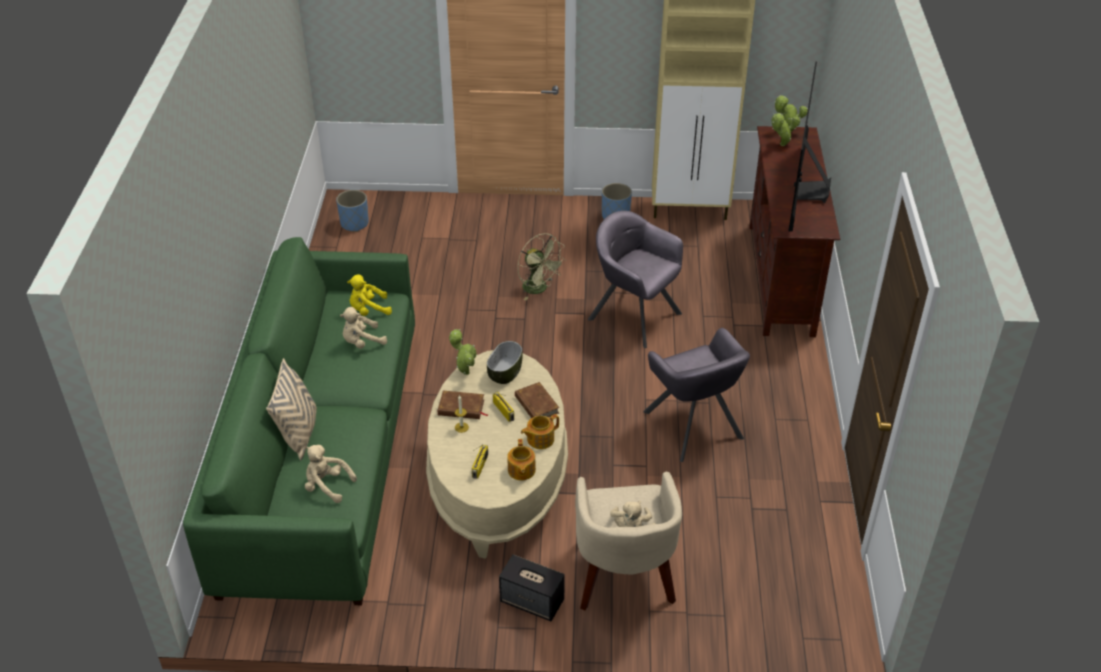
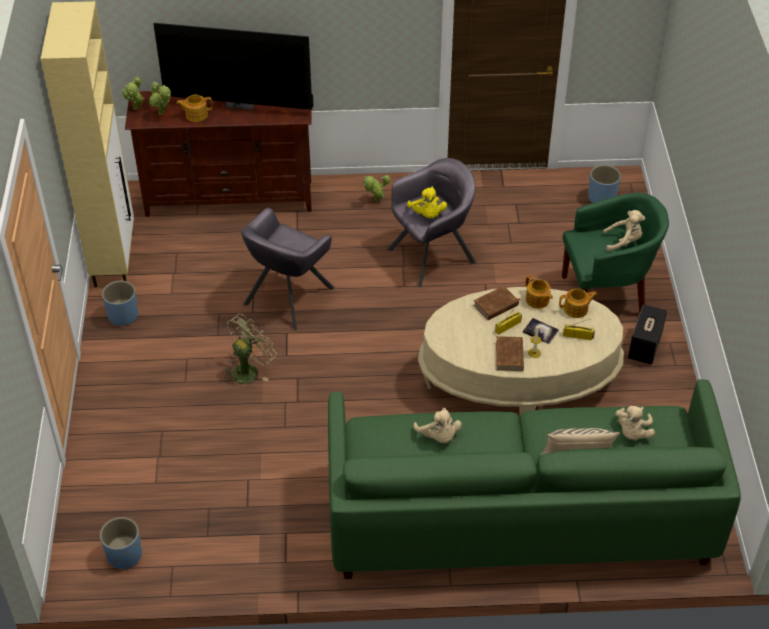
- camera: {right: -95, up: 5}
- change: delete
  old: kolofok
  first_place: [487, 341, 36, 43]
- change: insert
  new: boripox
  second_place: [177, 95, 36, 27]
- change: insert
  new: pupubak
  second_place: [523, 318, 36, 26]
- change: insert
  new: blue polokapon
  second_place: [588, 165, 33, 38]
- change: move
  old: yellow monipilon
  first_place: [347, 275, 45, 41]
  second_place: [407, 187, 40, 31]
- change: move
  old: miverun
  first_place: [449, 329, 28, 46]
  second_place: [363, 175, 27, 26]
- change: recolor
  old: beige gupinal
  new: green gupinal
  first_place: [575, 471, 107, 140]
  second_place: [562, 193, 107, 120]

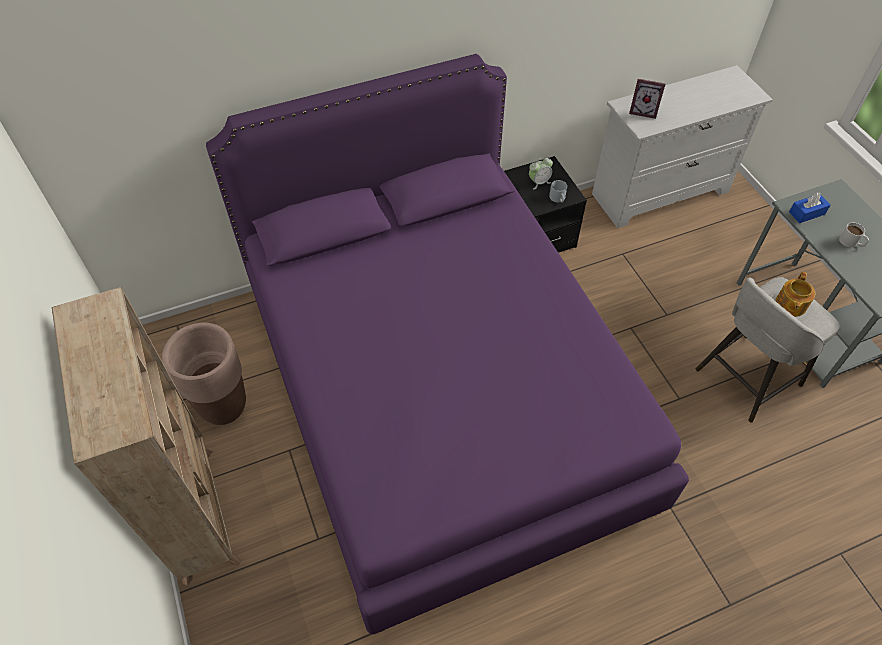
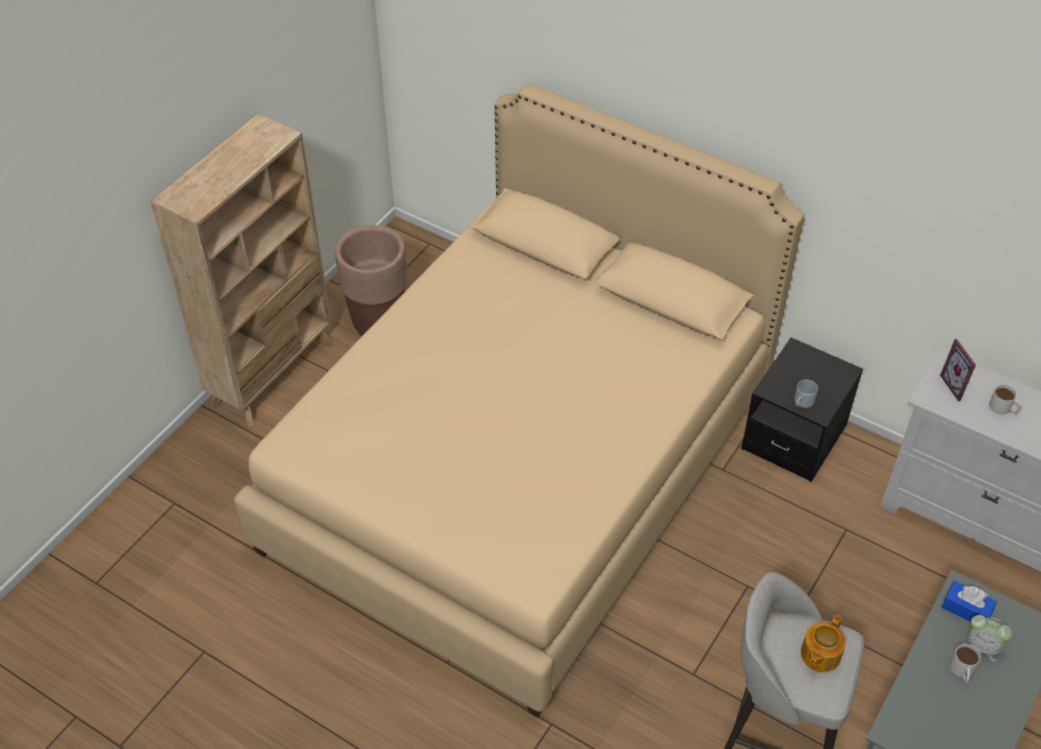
- camera: {right: 55, up: -5}
- change: insert
  new: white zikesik
  second_place: [989, 385, 33, 30]
- change: move
  old: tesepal
  first_place: [529, 157, 24, 33]
  second_place: [968, 615, 44, 47]
- change: recolor
  old: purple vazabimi
  new: beige vazabimi
  first_place: [206, 54, 483, 580]
  second_place: [234, 84, 571, 634]
- change: rotate
  old: boripox
  first_place: [776, 272, 39, 45]
  second_place: [801, 614, 45, 58]
  degrees: -45

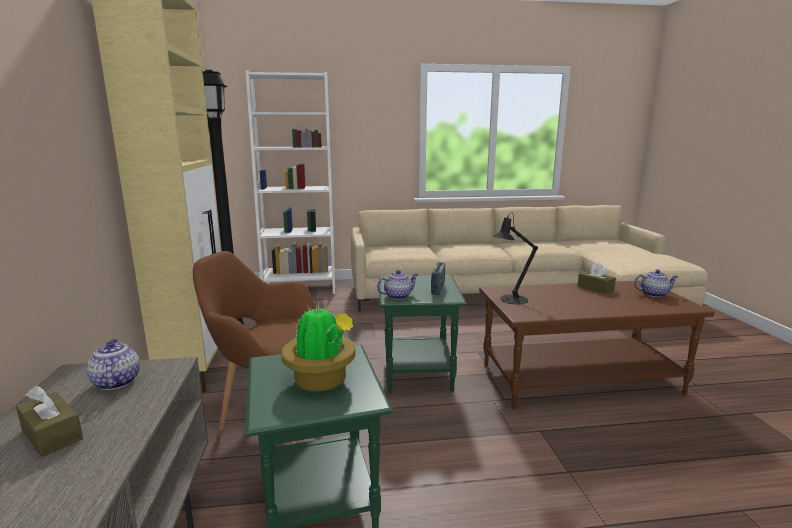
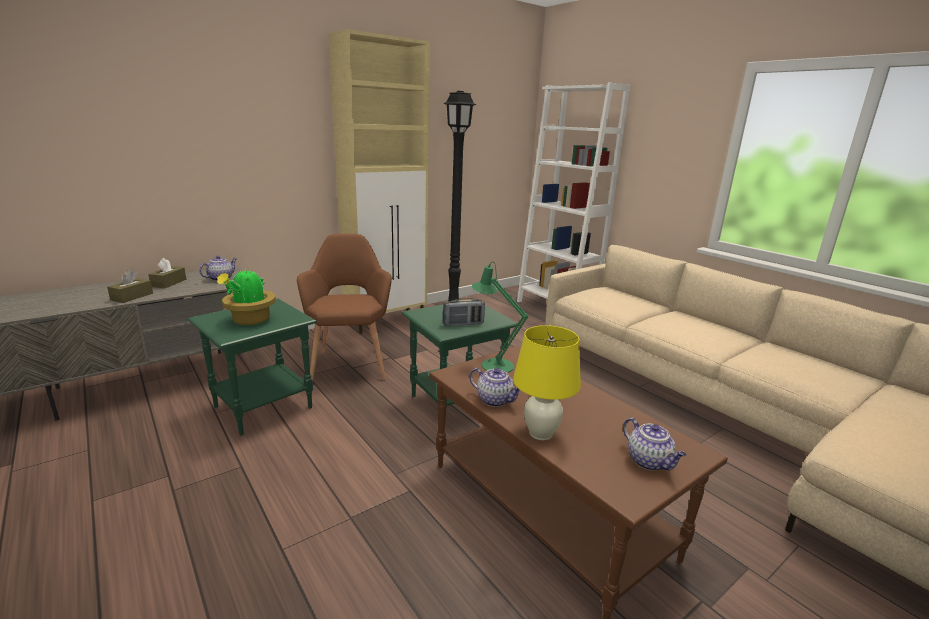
- camera: {right: 60, up: 5}
- change: insert
  new: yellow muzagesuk
  second_place: [513, 325, 68, 115]
- change: move
  old: boripox
  first_place: [377, 270, 41, 30]
  second_place: [469, 368, 51, 39]
- change: move
  old: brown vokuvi
  first_place: [577, 263, 39, 31]
  second_place: [107, 270, 46, 33]
- change: recolor
  old: black muzagesuk
  new: green muzagesuk
  first_place: [493, 212, 45, 93]
  second_place: [472, 262, 56, 111]

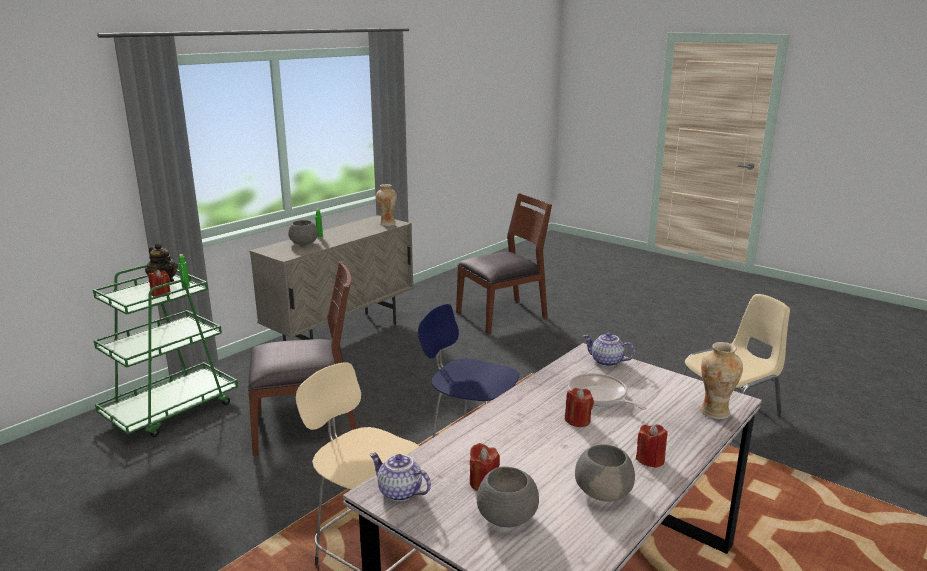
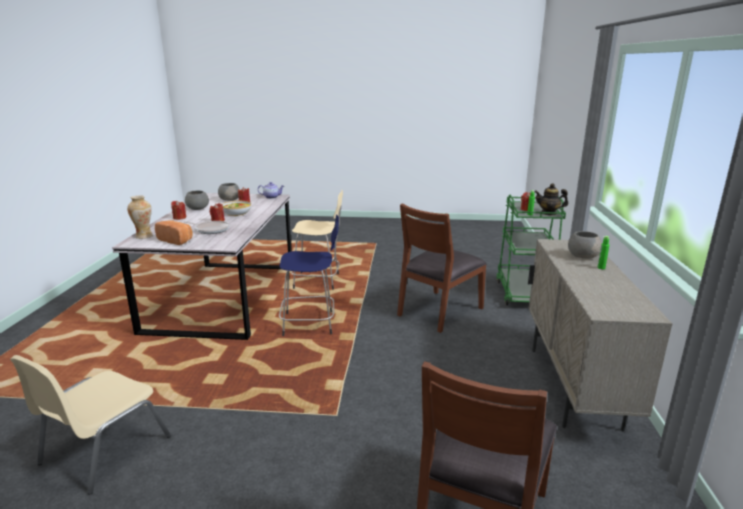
- camera: {right: 145, up: 0}
- change: delete
  old: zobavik
  first_place: [376, 184, 21, 42]
- change: delete
  old: boripox
  first_place: [583, 332, 52, 35]
- change: insert
  new: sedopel
  second_place: [155, 220, 37, 25]
- change: insert
  new: kolofok
  second_place: [222, 201, 29, 15]

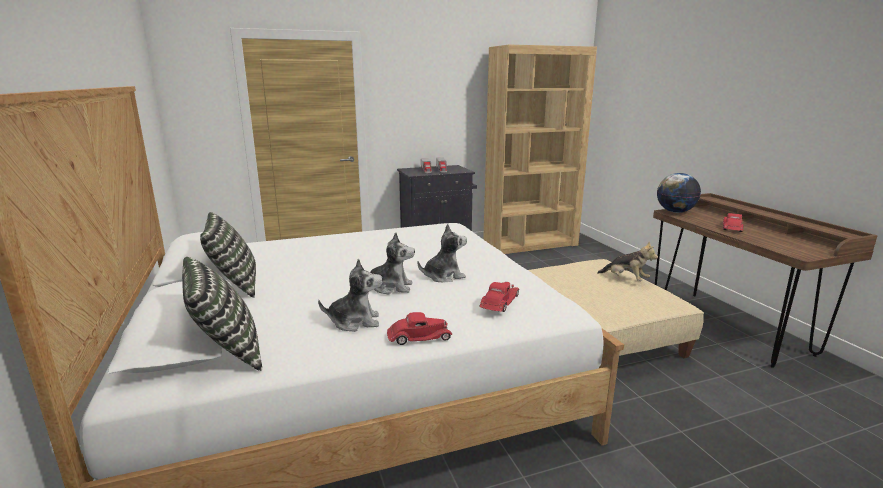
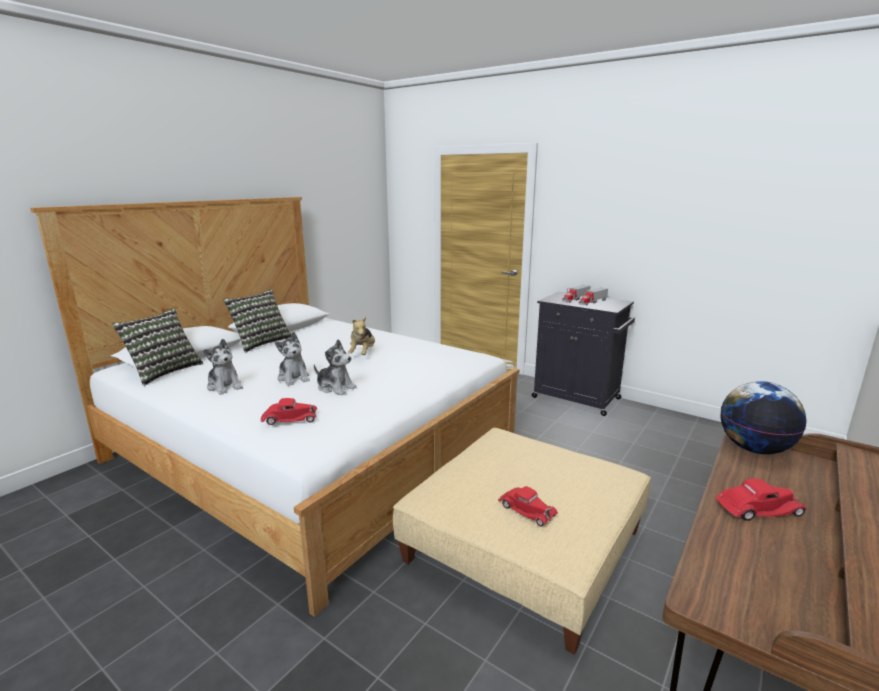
- camera: {right: 55, up: 0}
- change: delete
  old: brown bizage
  first_place: [483, 45, 114, 209]
- change: move
  old: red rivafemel
  first_place: [387, 312, 65, 33]
  second_place: [498, 486, 60, 41]
- change: move
  old: monipilon
  first_place: [597, 241, 61, 40]
  second_place: [348, 317, 27, 38]

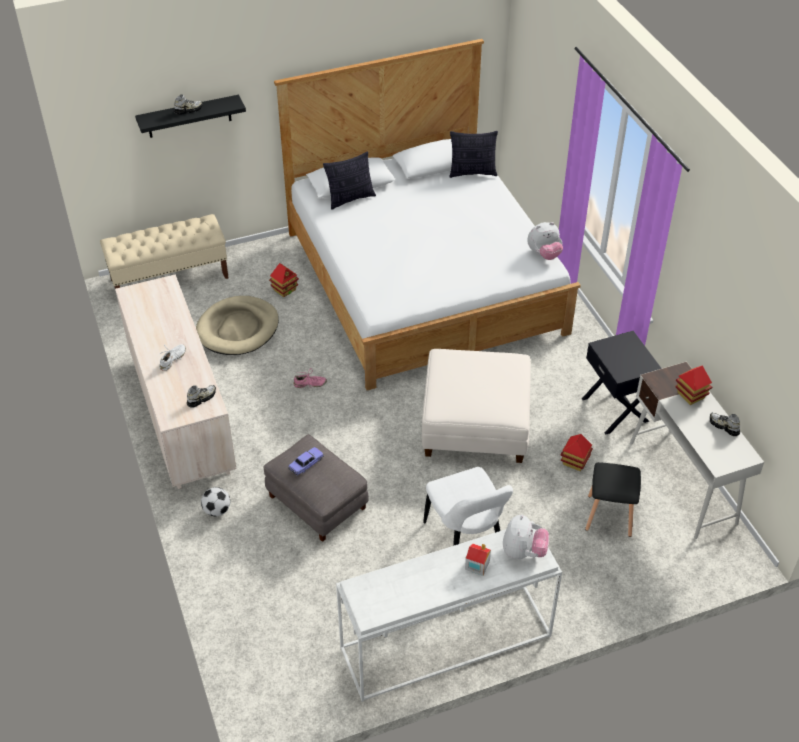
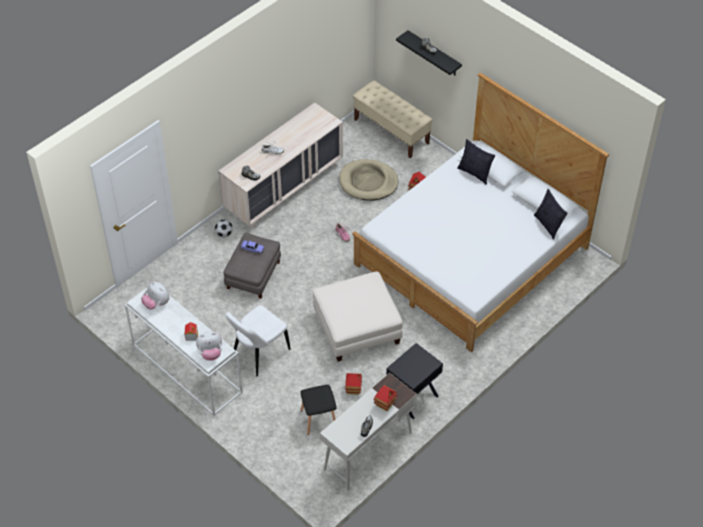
- camera: {right: 65, up: 5}
- change: move
  old: monipilon
  first_place: [527, 222, 36, 38]
  second_place: [141, 282, 29, 28]

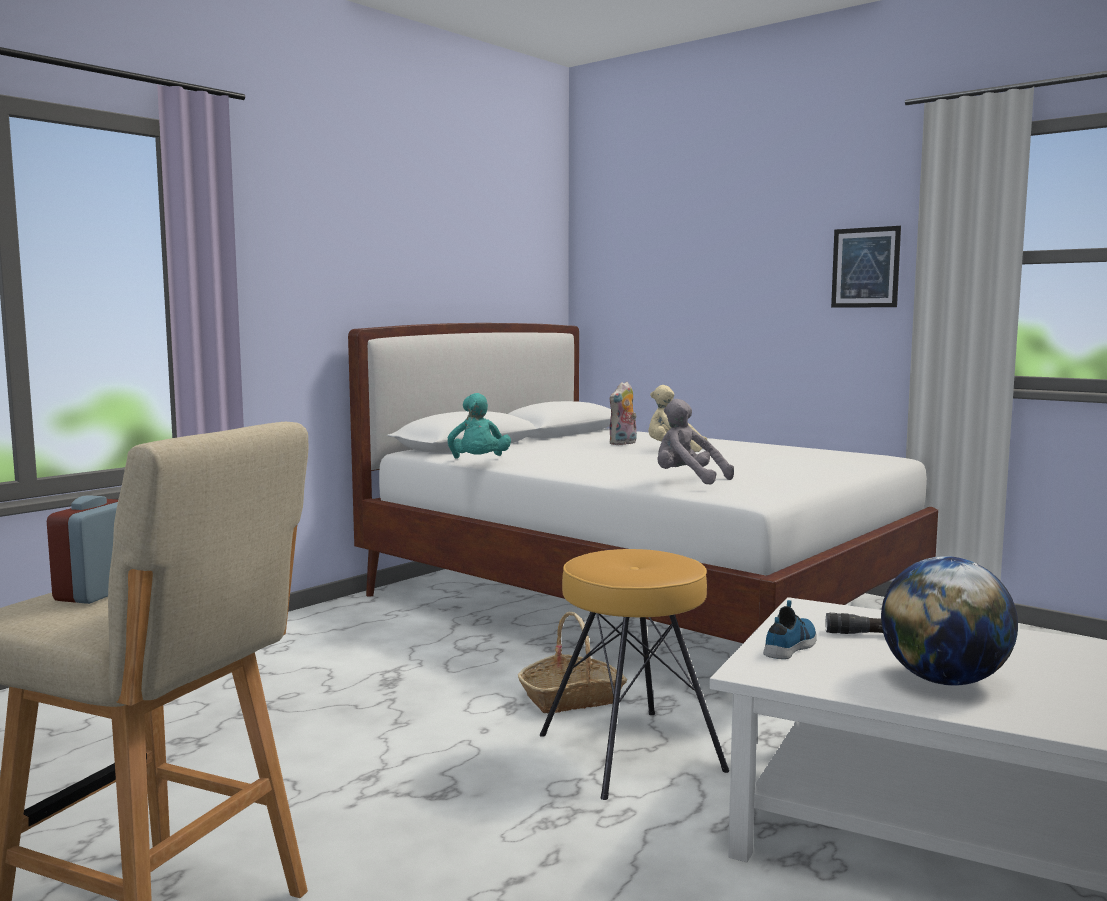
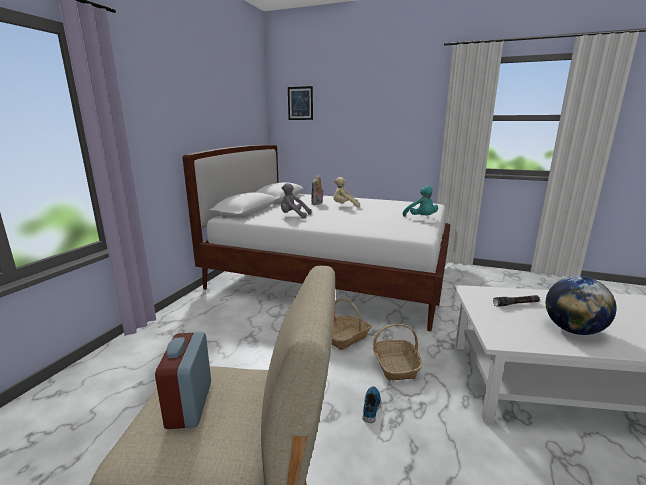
- camera: {right: -20, up: 10}
- change: move
  old: turquoise monipilon
  first_place: [448, 393, 63, 66]
  second_place: [403, 186, 35, 31]
- change: move
  old: grey monipilon
  first_place: [657, 399, 77, 86]
  second_place: [281, 183, 31, 35]
- change: move
  old: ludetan
  first_place: [763, 600, 54, 59]
  second_place: [362, 387, 19, 36]
- change: move
  old: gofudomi
  first_place: [831, 226, 70, 82]
  second_place: [288, 86, 25, 34]
- change: replace
  old: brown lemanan
  new: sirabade
  first_place: [540, 549, 189, 251]
  second_place: [373, 324, 49, 56]

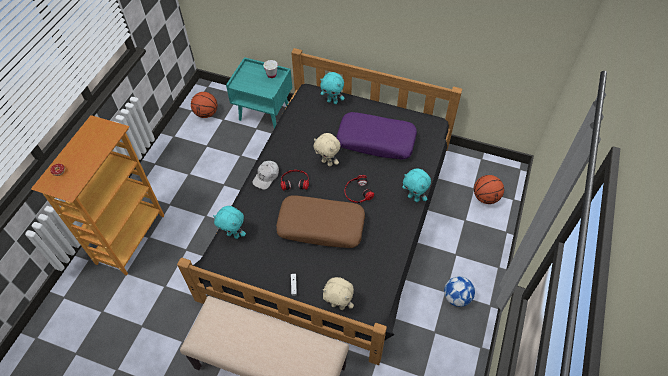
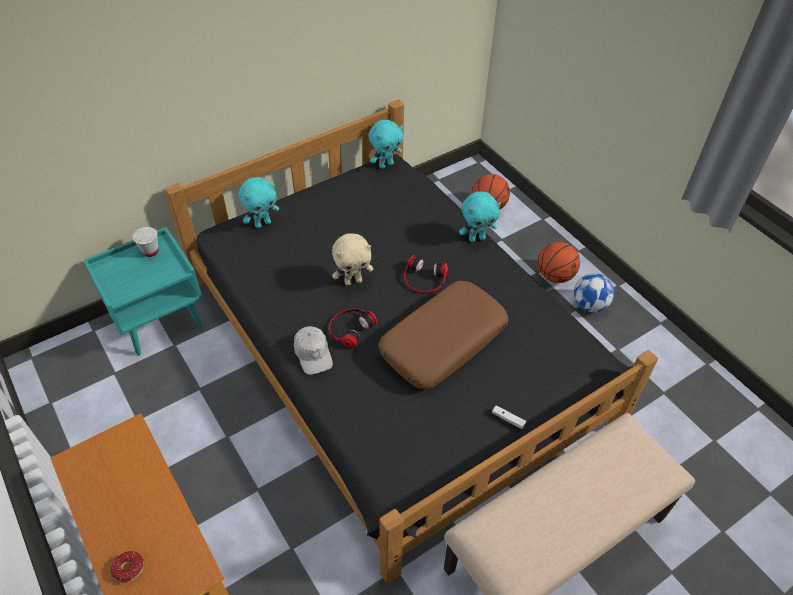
- camera: {right: -55, up: -5}
- change: delete
  old: beige monipilon
  first_place: [323, 277, 31, 33]
- change: delete
  old: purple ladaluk
  first_place: [337, 112, 80, 47]
- change: move
  old: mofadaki
  first_place: [191, 92, 26, 26]
  second_place: [538, 242, 42, 41]
- change: move
  old: turquoise monipilon
  first_place: [213, 206, 33, 33]
  second_place: [369, 120, 35, 49]

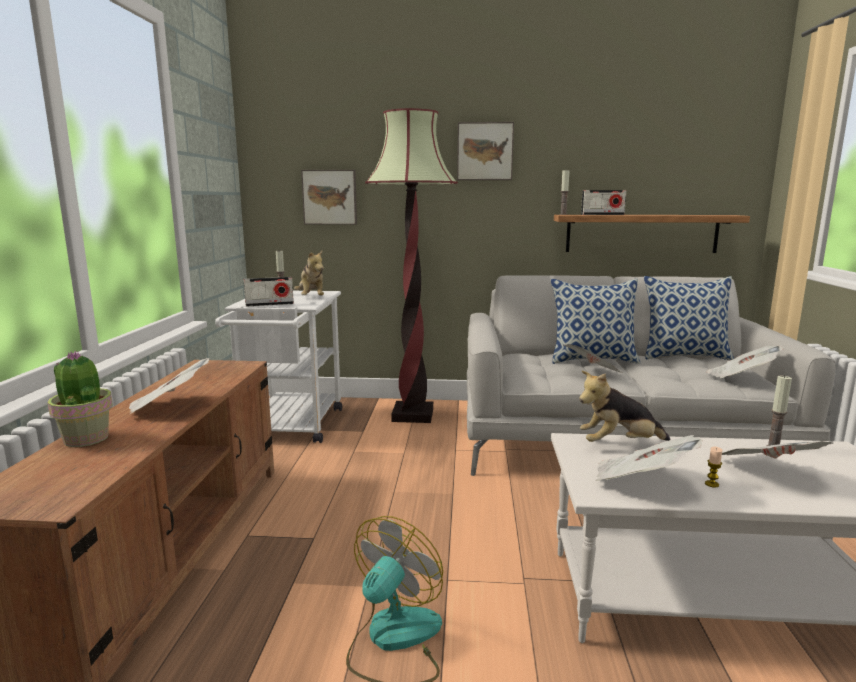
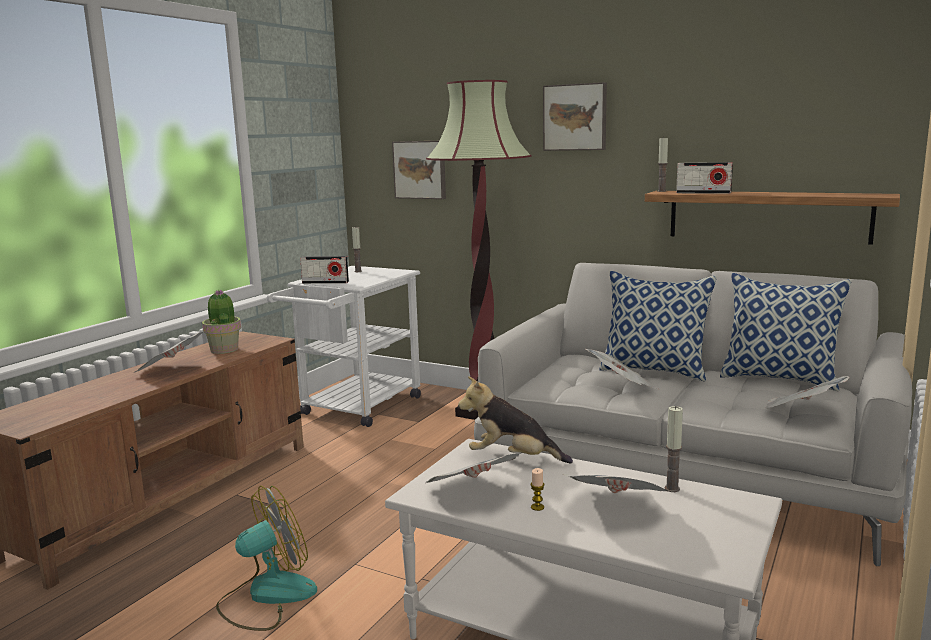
- camera: {right: 25, up: 0}
- change: delete
  old: monipilon
  first_place: [294, 250, 30, 45]
- change: move
  old: miverun
  first_place: [47, 351, 66, 96]
  second_place: [202, 289, 39, 65]

